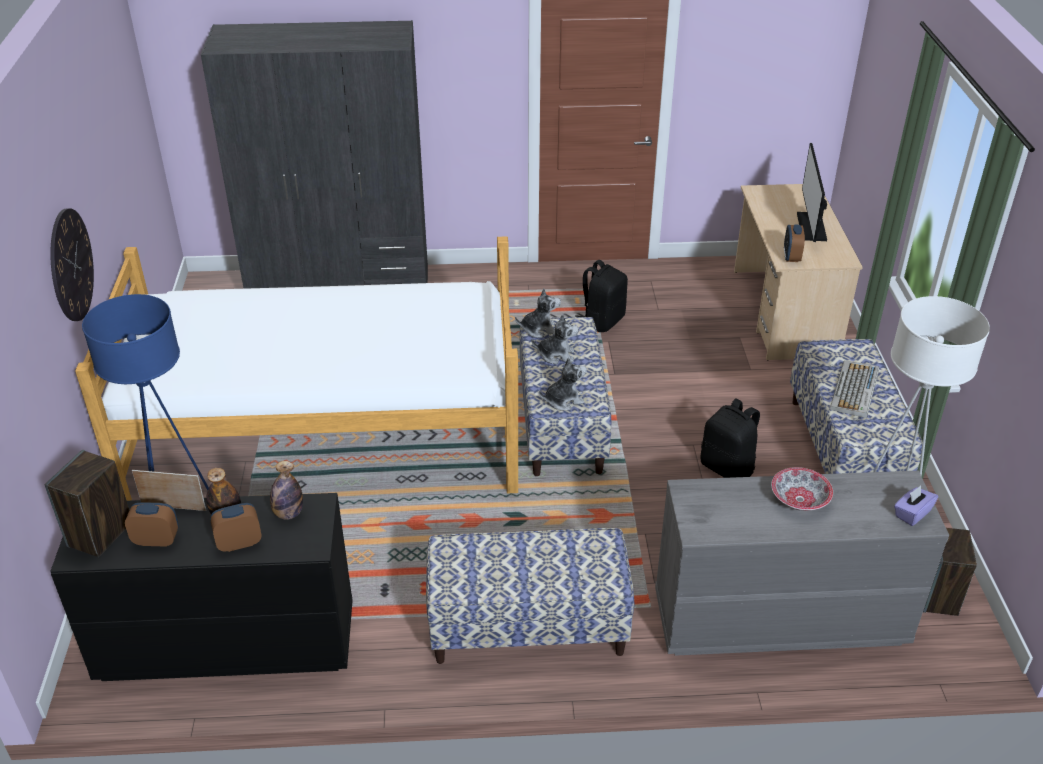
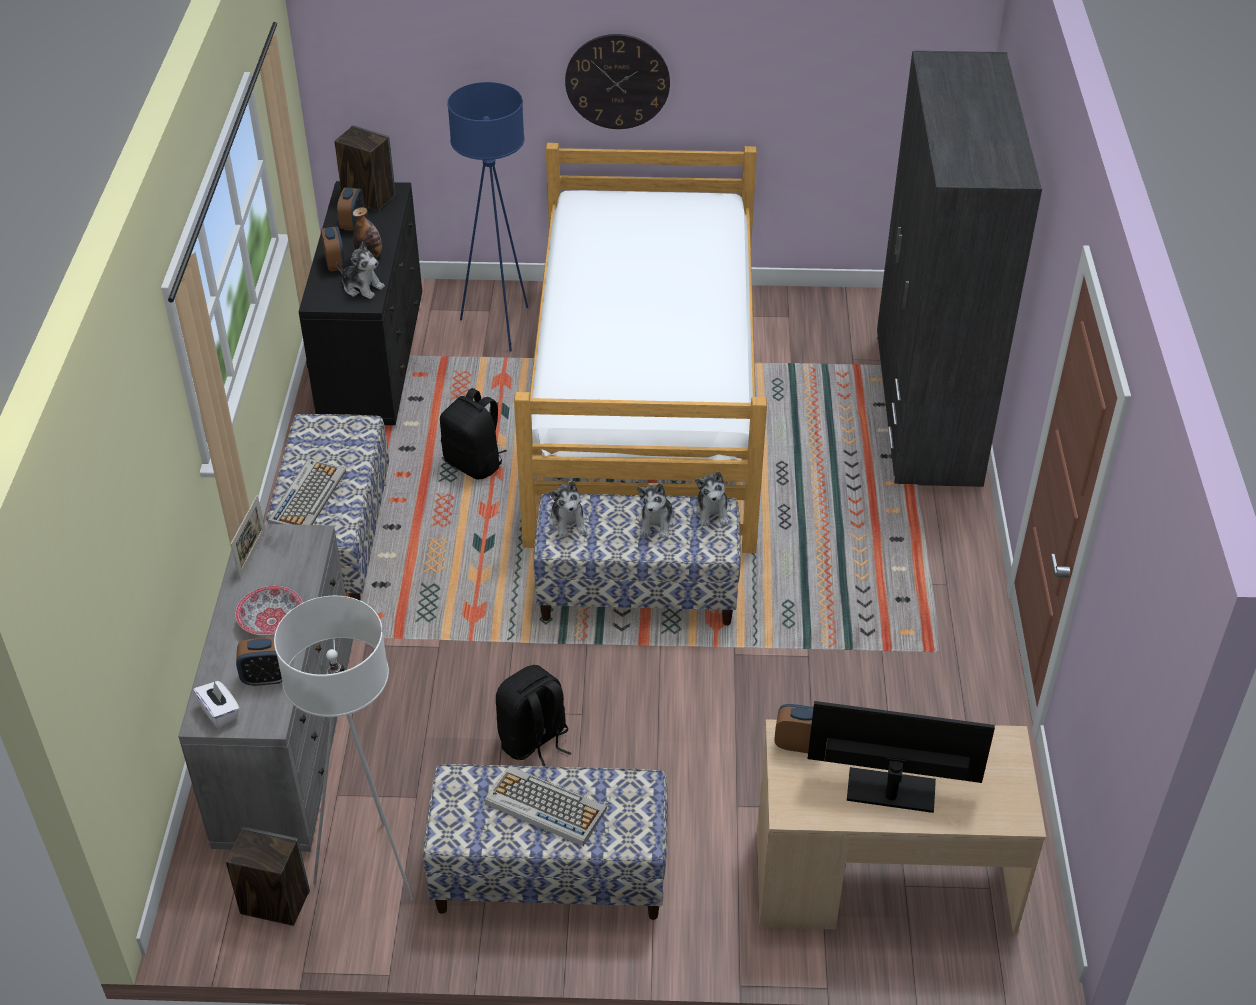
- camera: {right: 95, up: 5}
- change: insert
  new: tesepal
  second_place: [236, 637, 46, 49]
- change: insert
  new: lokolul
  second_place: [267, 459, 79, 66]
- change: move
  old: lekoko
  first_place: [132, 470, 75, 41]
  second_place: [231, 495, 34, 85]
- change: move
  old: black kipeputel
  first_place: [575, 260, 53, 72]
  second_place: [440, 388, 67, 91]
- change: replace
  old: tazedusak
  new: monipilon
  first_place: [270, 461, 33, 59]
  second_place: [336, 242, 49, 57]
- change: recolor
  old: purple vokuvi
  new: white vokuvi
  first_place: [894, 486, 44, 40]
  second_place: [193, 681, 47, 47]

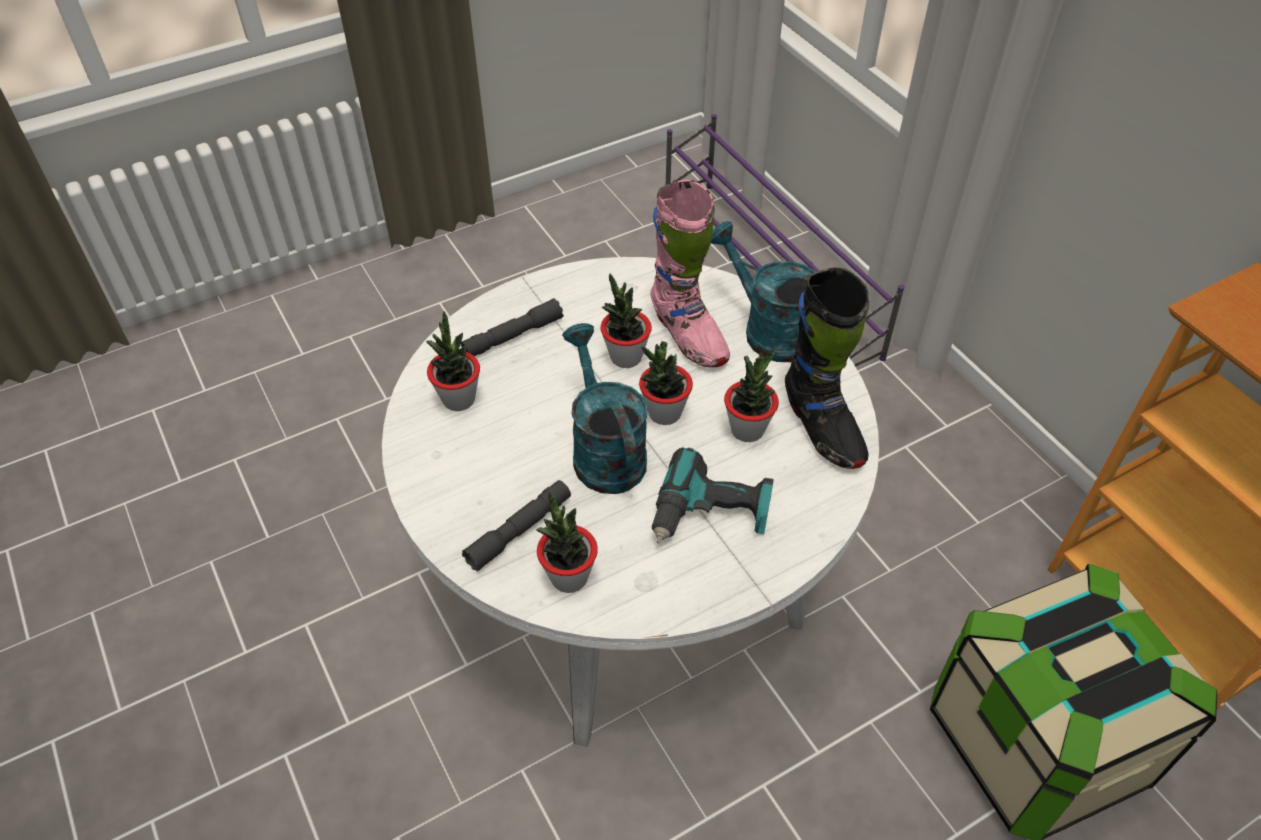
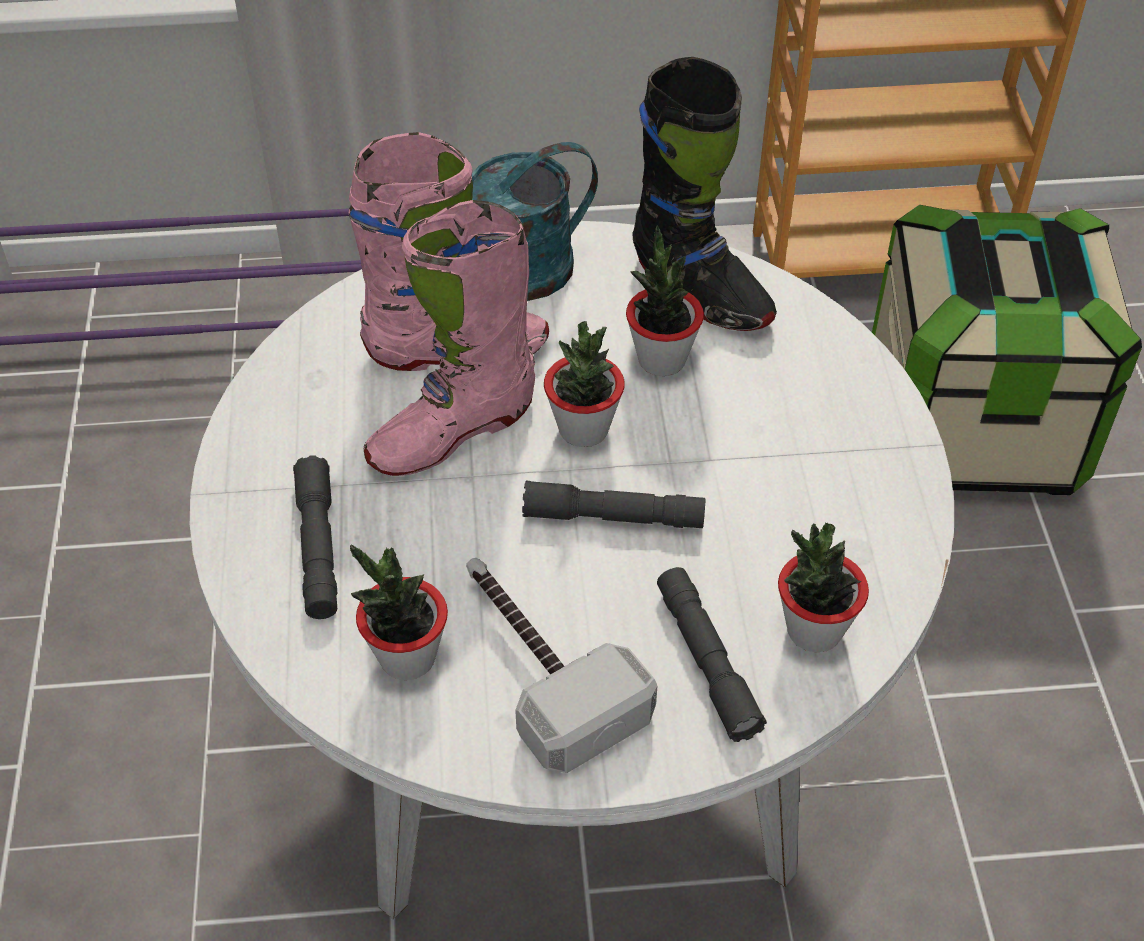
- camera: {right: -65, up: 0}
- change: delete
  old: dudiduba
  first_place: [652, 447, 122, 96]
- change: insert
  new: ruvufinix
  second_place: [466, 558, 191, 215]
- change: replace
  old: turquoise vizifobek
  new: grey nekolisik
  first_place: [562, 323, 86, 171]
  second_place: [522, 480, 183, 48]
- change: replace
  old: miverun
  new: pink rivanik
  first_place: [601, 273, 51, 95]
  second_place: [363, 200, 173, 276]
- change: rotate
  old: black rivanik
  first_place: [785, 268, 84, 201]
  second_place: [632, 57, 145, 274]
  degrees: 45

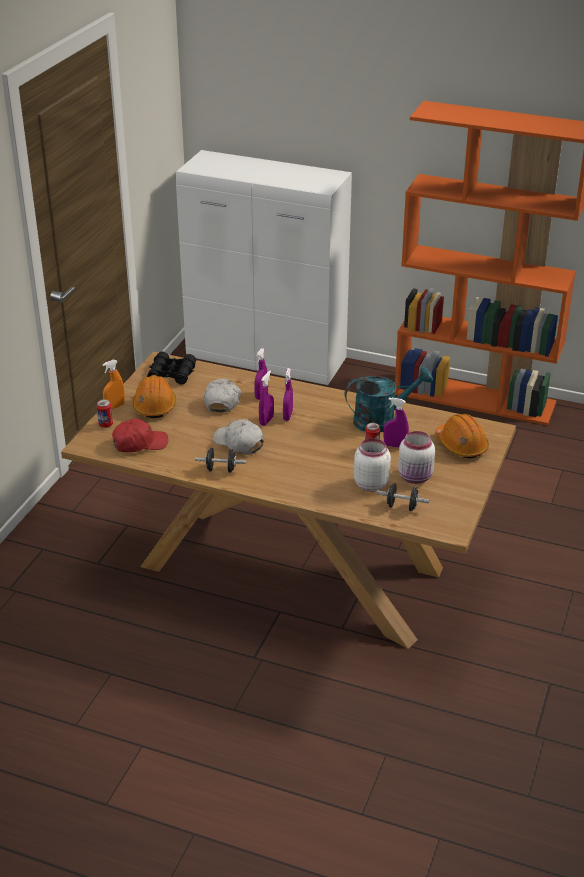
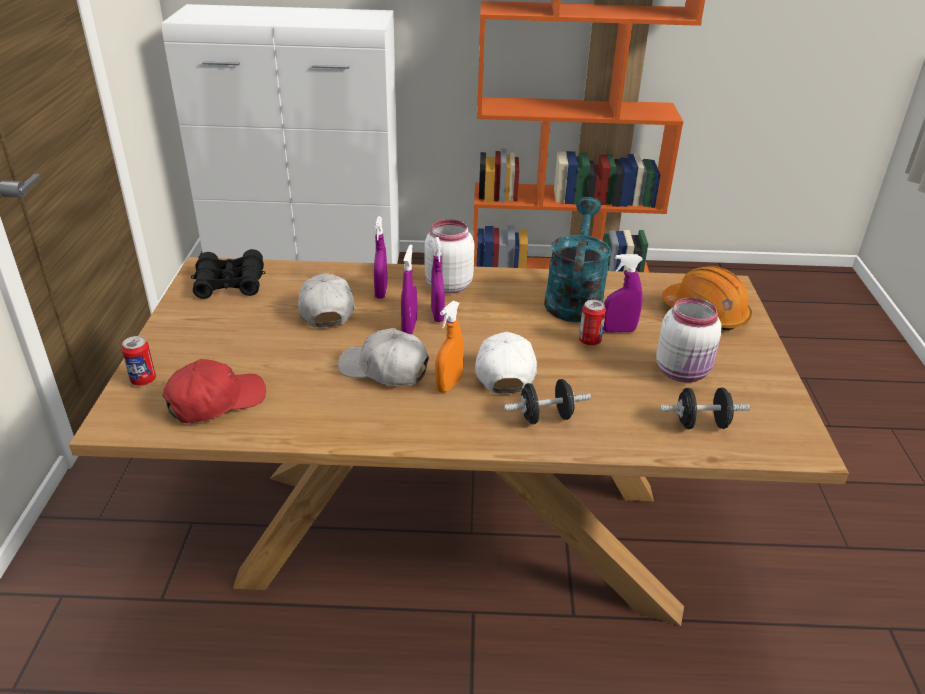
- camera: {right: -20, up: 0}
- change: delete
  old: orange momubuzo
  first_place: [132, 375, 44, 43]
- change: insert
  new: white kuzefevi
  second_place: [475, 332, 62, 62]
- change: move
  old: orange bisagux
  first_place: [102, 360, 23, 49]
  second_place: [435, 301, 29, 92]
- change: move
  old: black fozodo
  first_place: [195, 448, 51, 25]
  second_place: [504, 379, 87, 45]
- change: move
  old: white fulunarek
  first_place: [354, 438, 37, 54]
  second_place: [425, 219, 50, 74]
- change: rotate
  old: turquoise vizifobek
  first_place: [345, 367, 88, 65]
  second_place: [544, 197, 67, 125]
  degrees: -45

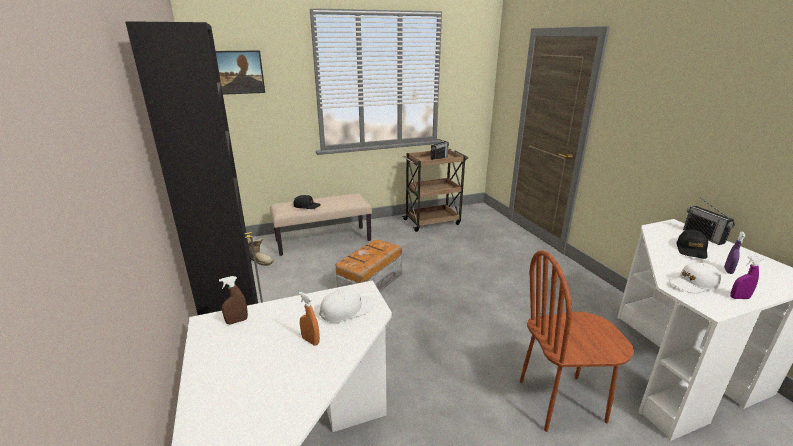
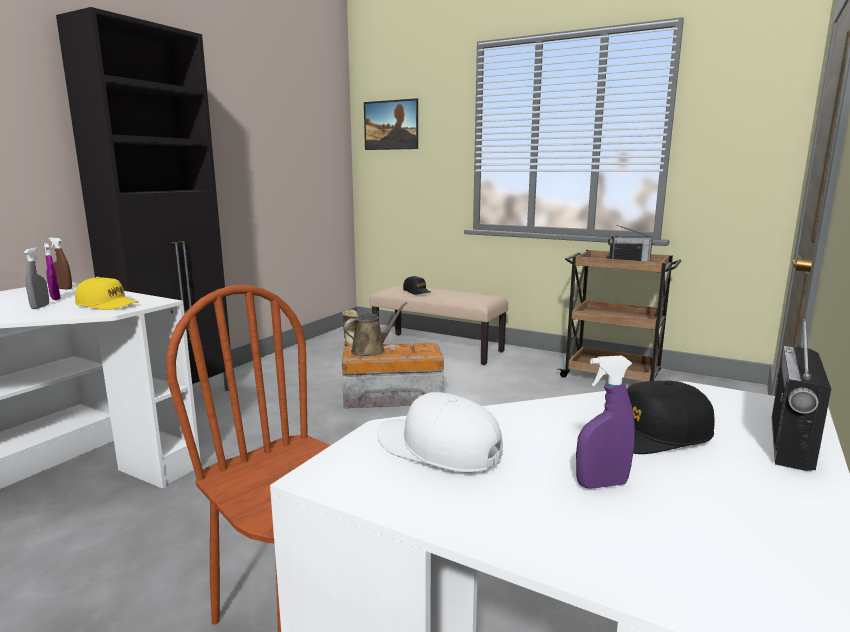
- camera: {right: 50, up: -10}
- change: insert
  new: brown vizifobek
  second_place: [344, 302, 63, 54]
- change: move
  old: purple bisagux
  first_place: [730, 256, 33, 43]
  second_place: [44, 243, 17, 57]
- change: recolor
  old: orange bisagux
  new: grey bisagux
  first_place: [299, 292, 21, 53]
  second_place: [24, 247, 25, 62]
- change: recolor
  old: white kuzefevi
  new: yellow kuzefevi
  first_place: [319, 287, 56, 36]
  second_place: [75, 277, 63, 33]

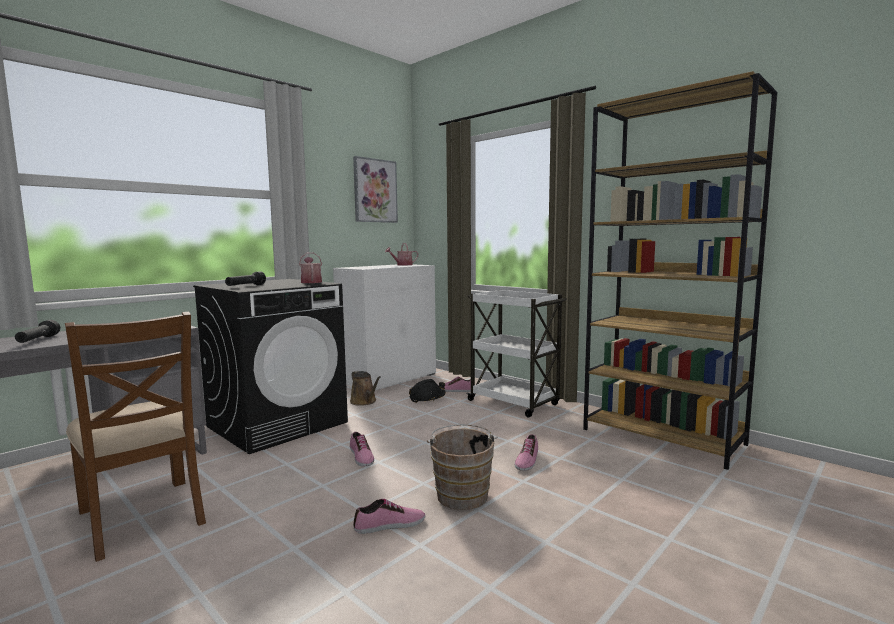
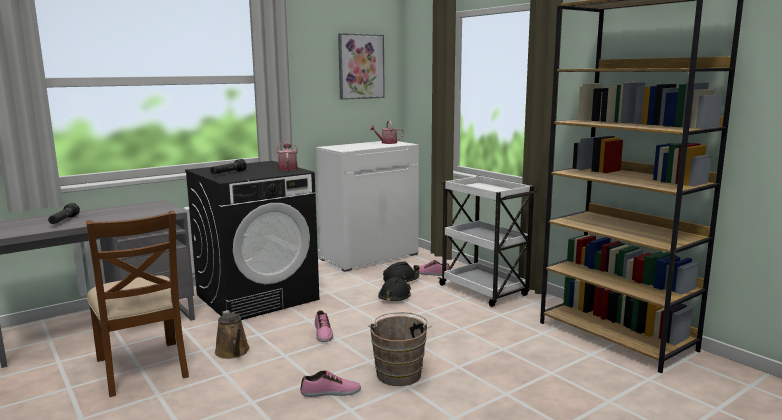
- camera: {right: 10, up: 5}
- change: delete
  old: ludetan
  first_place: [515, 434, 23, 37]
- change: insert
  new: black momubuzo
  second_place: [378, 277, 33, 24]
- change: move
  old: brown vizifobek
  first_place: [350, 371, 31, 35]
  second_place: [215, 310, 35, 49]

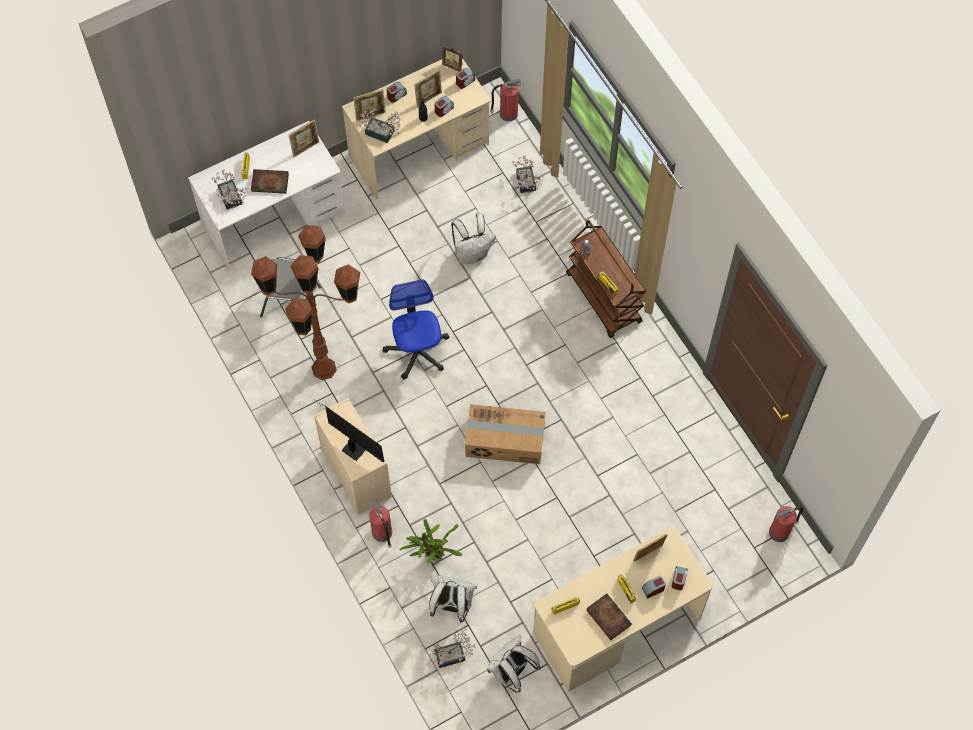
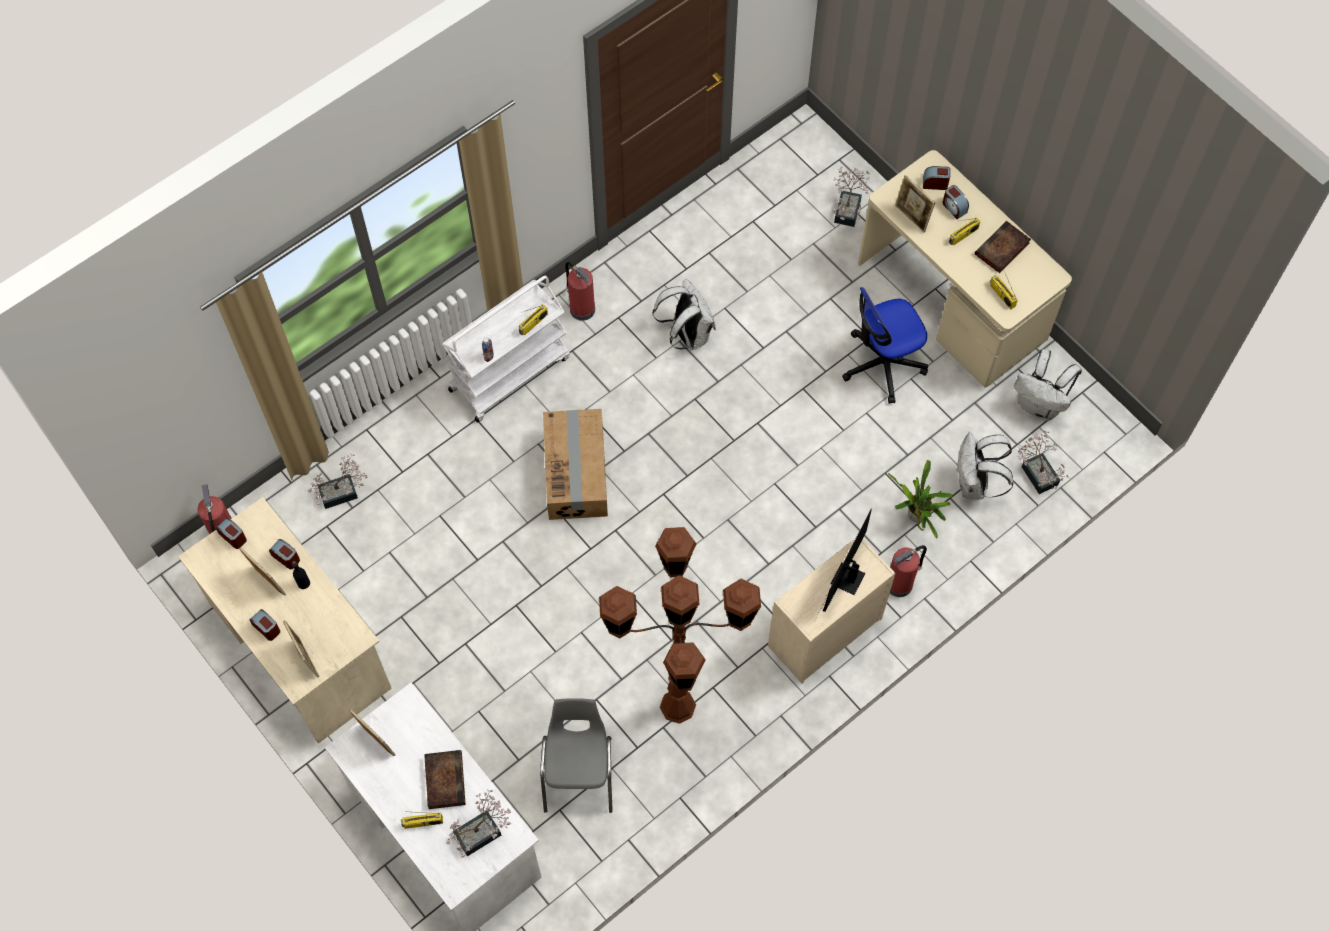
- camera: {right: -100, up: 0}
- change: delete
  old: lekoko
  first_place: [442, 46, 21, 26]
- change: move
  old: miverun
  first_place: [359, 109, 43, 34]
  second_place: [833, 167, 37, 60]
- change: move
  old: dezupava
  first_place: [383, 279, 66, 101]
  second_place: [842, 287, 86, 117]
- change: move
  old: white kipeputel
  first_place: [451, 213, 45, 51]
  second_place: [653, 278, 63, 72]
- change: move
  old: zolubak
  first_place: [465, 404, 81, 60]
  second_place: [543, 409, 65, 111]
- change: move
  old: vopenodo
  first_place: [769, 506, 34, 36]
  second_place: [565, 262, 30, 59]
- change: recolor
  old: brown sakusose
  new: white sakusose
  first_place: [566, 220, 80, 118]
  second_place: [442, 276, 128, 146]

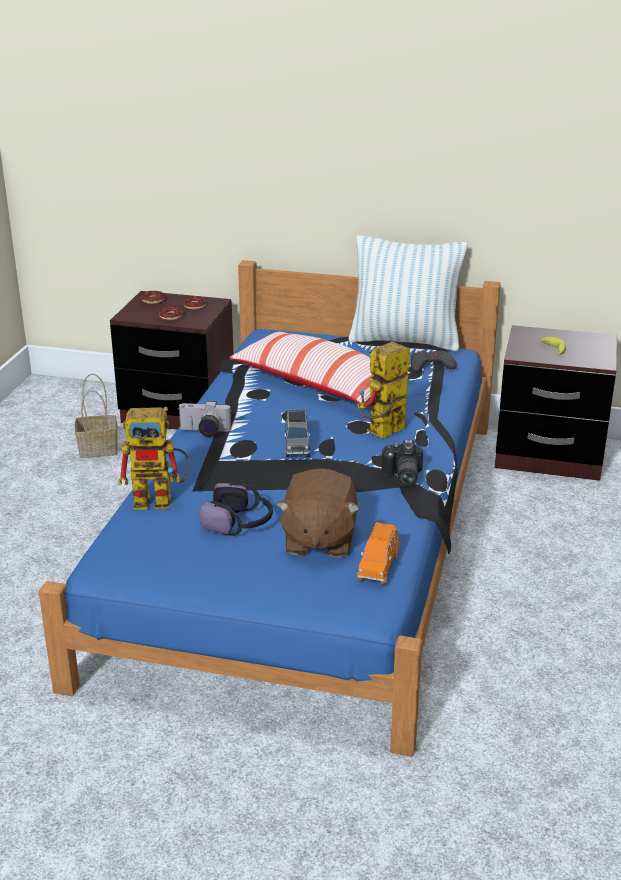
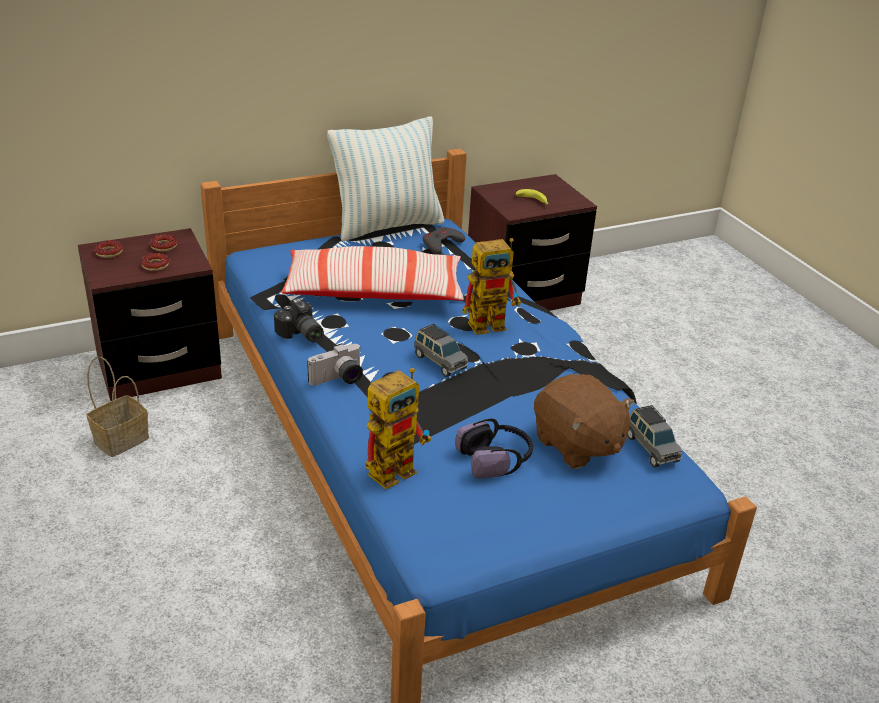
- camera: {right: -40, up: 5}
- change: move
  old: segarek
  first_place: [382, 439, 41, 47]
  second_place: [274, 298, 50, 44]
- change: recolor
  old: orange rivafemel
  new: grey rivafemel
  first_place: [357, 522, 42, 63]
  second_place: [627, 405, 55, 62]
- change: rotate
  old: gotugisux
  first_place: [357, 342, 53, 96]
  second_place: [462, 238, 59, 97]
  degrees: -120

